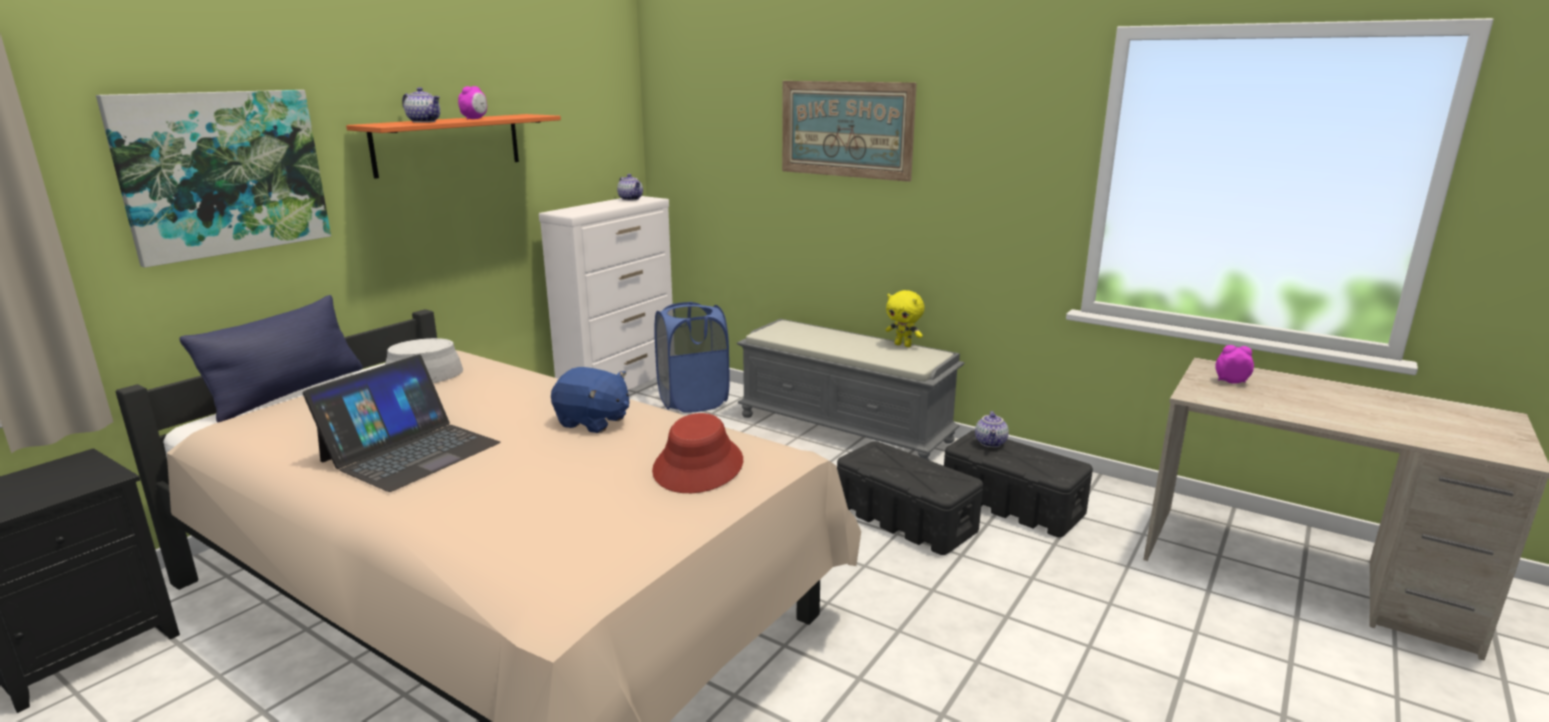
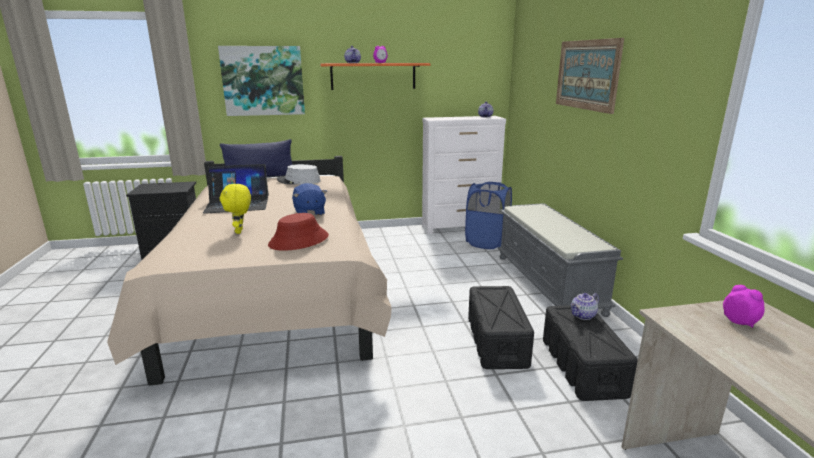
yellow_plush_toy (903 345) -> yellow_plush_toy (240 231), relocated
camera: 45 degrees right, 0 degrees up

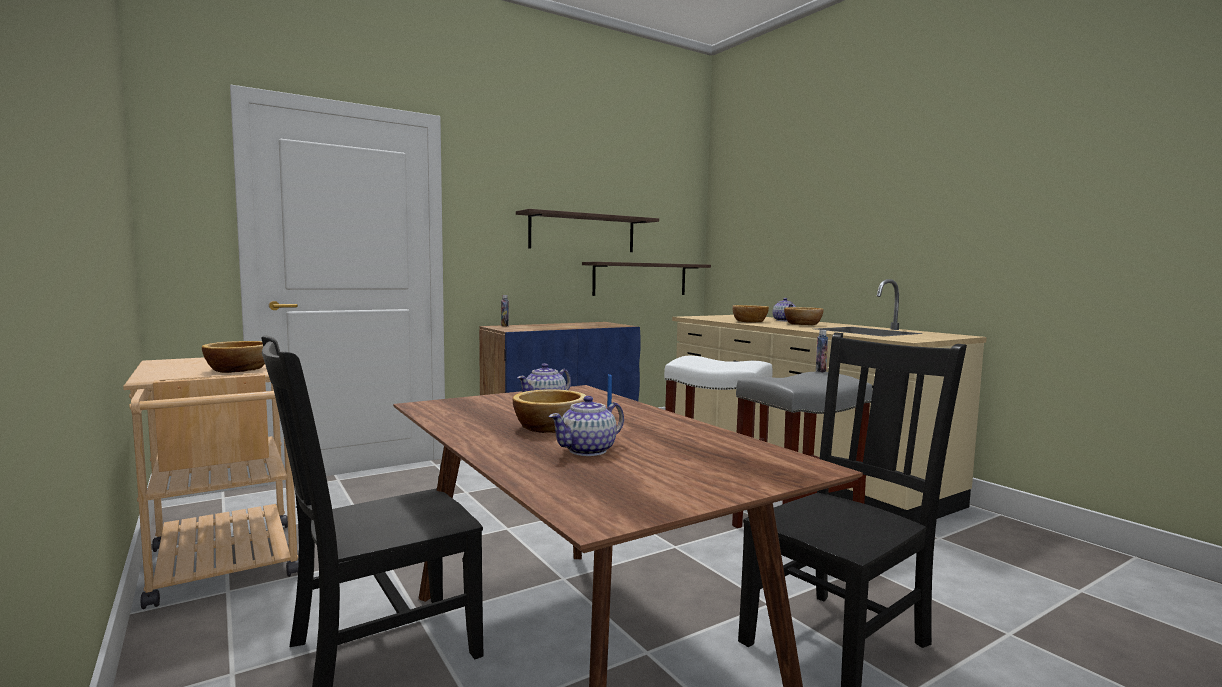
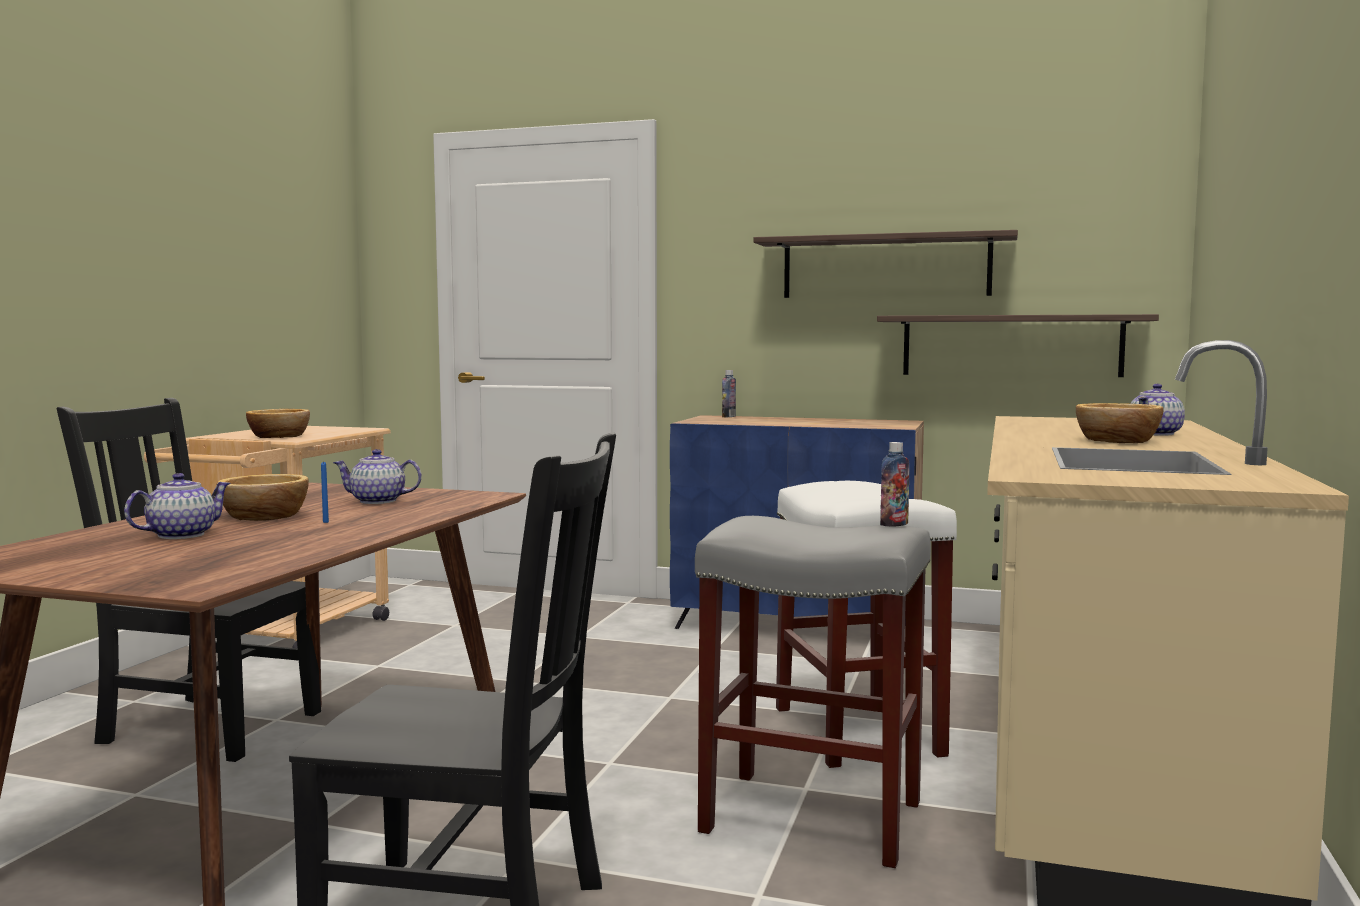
bowl (749 321) -> none
teapot (588 450) -> teapot (180 535), 120 degrees clockwise
camera: 50 degrees right, 0 degrees up

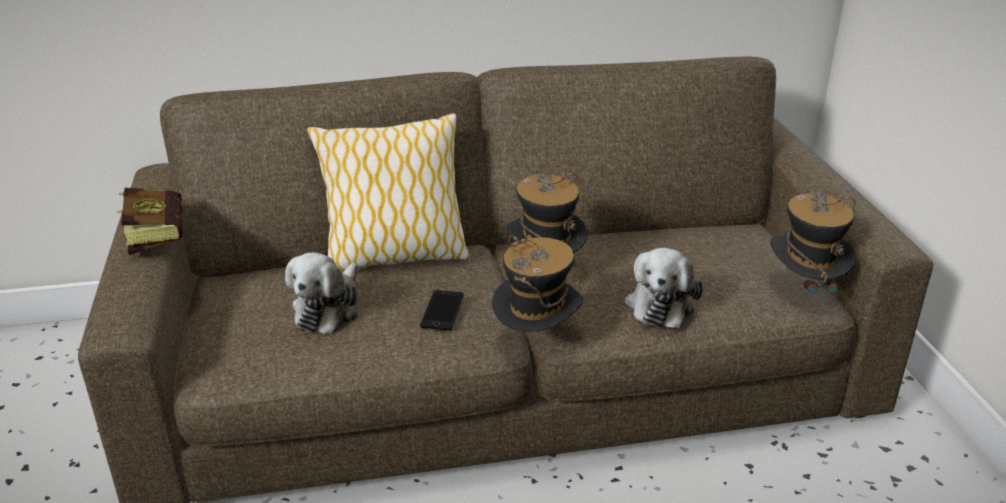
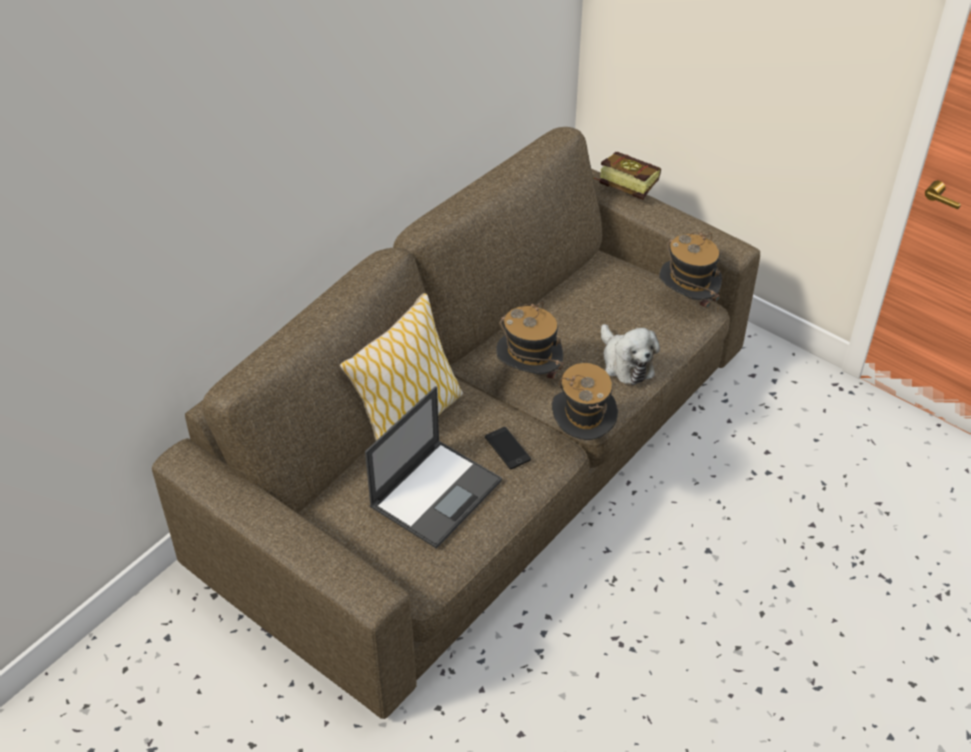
book (157 235) -> book (623 184), relocated
plush_toy (329 309) -> laptop (436 492)
camera: 40 degrees left, 15 degrees up

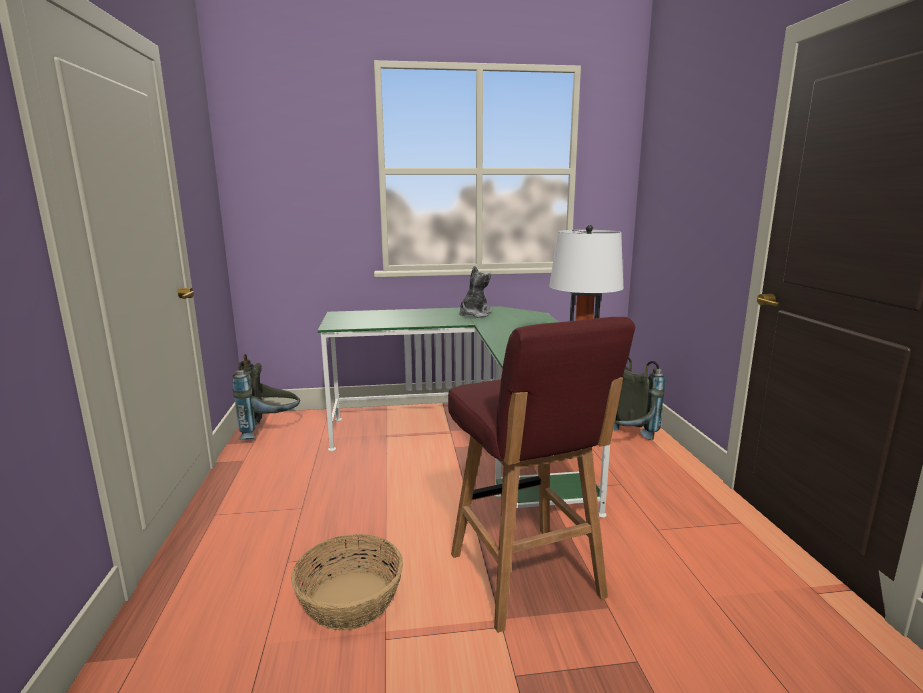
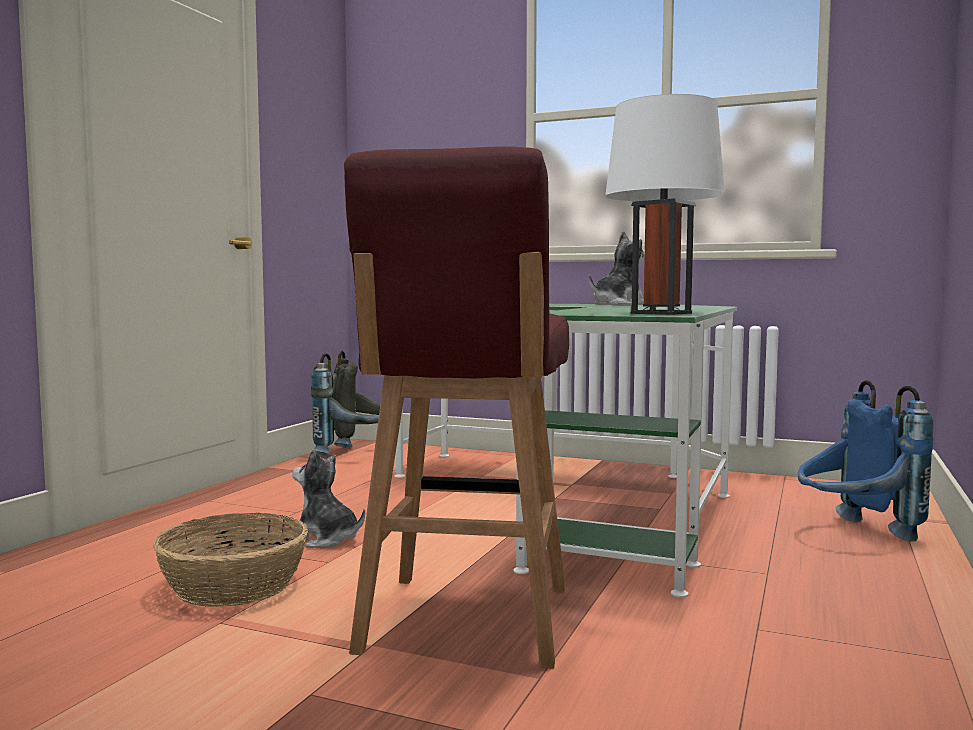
none -> plush_toy (325 539)
grey_backpack (626 440) -> blue_backpack (854 534)
camera: 30 degrees right, 10 degrees down

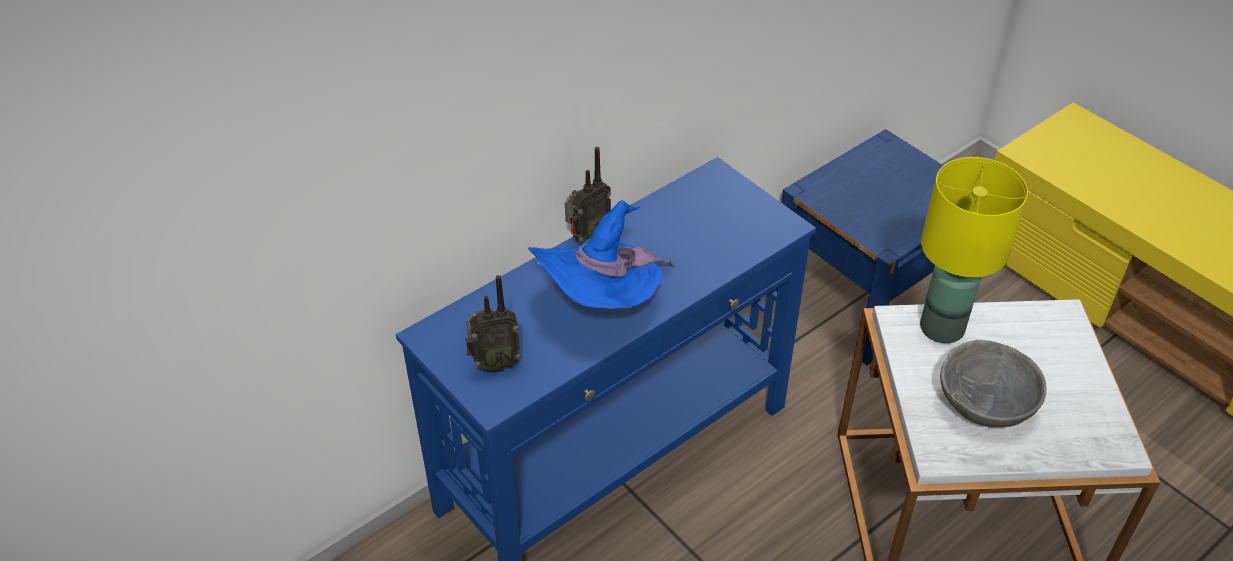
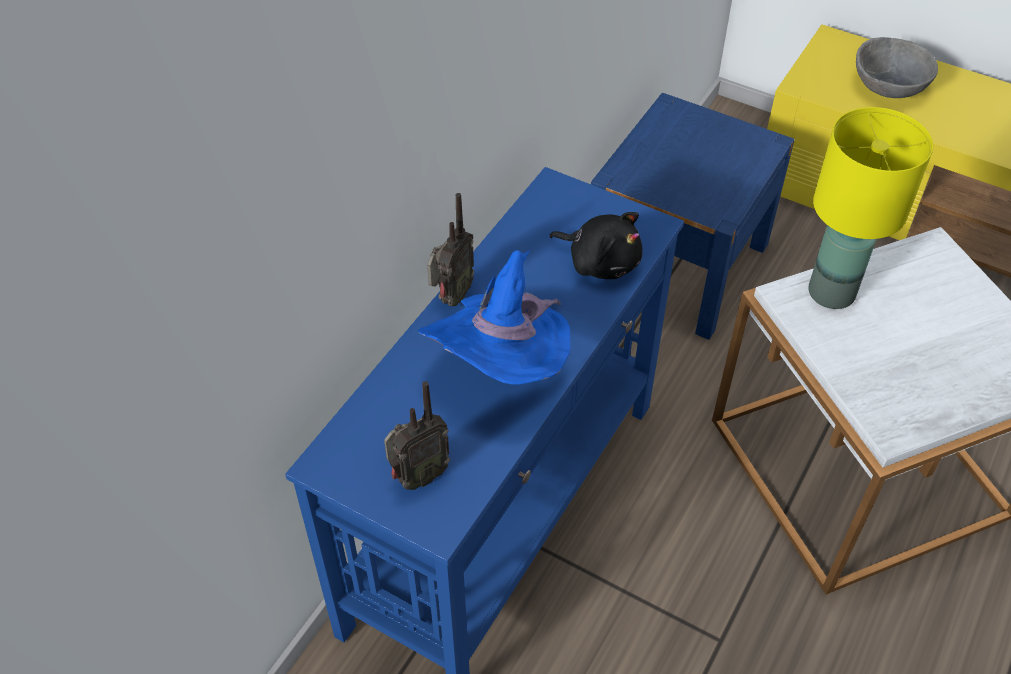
none -> black_plush_toy (600 262)
grey_bowl (985 402) -> grey_bowl (888 85), relocated
camera: 20 degrees left, 5 degrees up

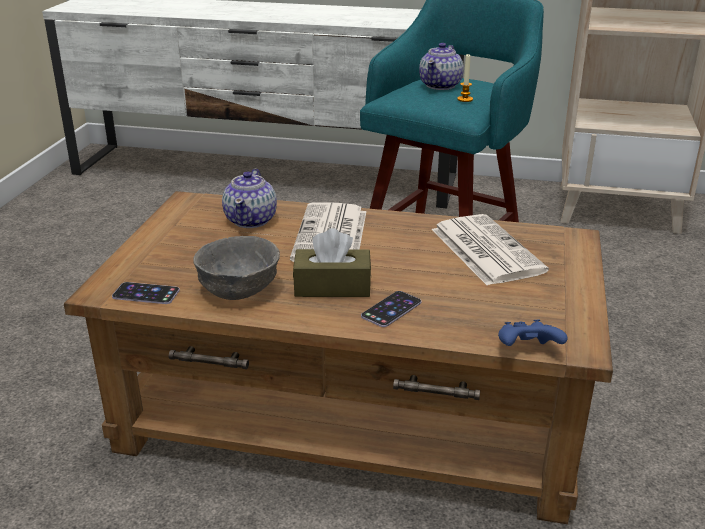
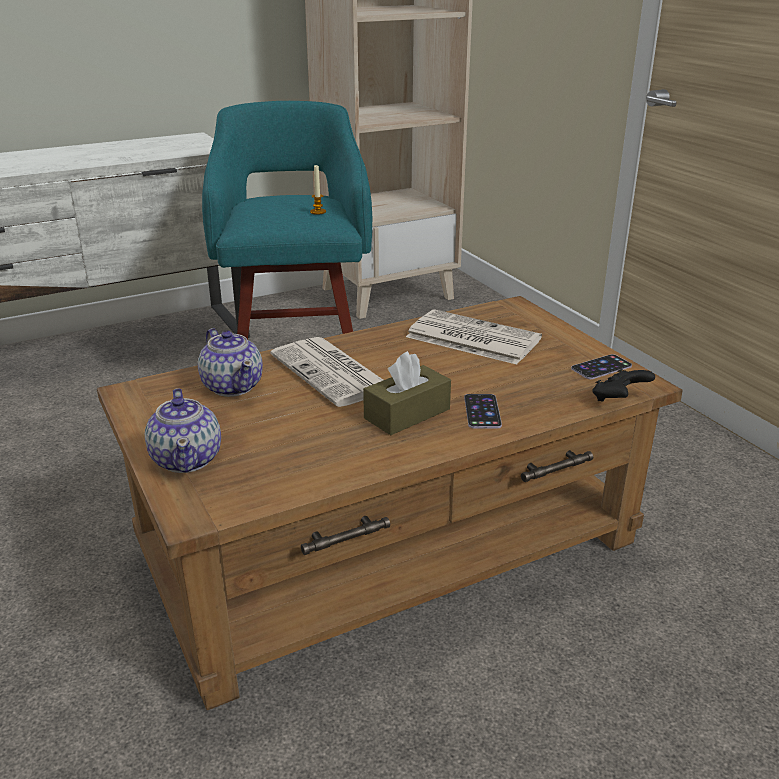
grey_bowl (239 290) -> none
phone (146 293) -> phone (601 367), relocated
teapot (441 85) -> teapot (187 459), relocated
blue_game_controller (527 351) -> black_game_controller (619 400)
camera: 40 degrees left, 0 degrees up

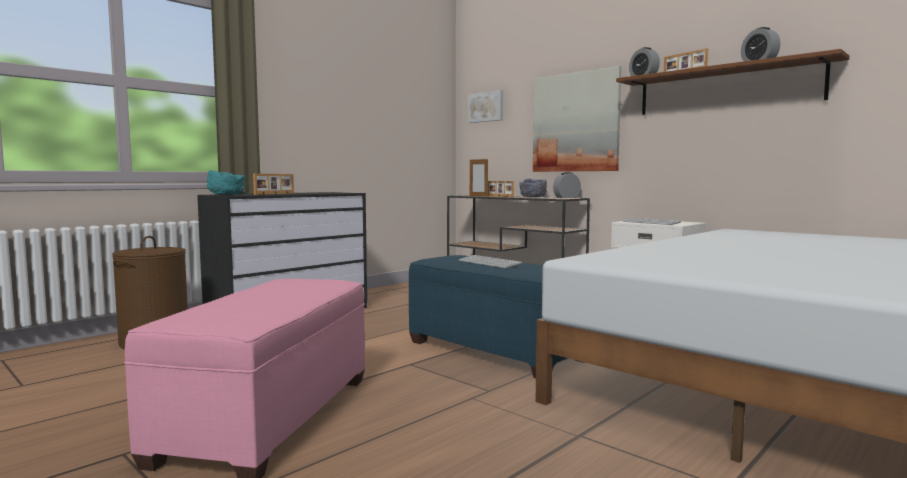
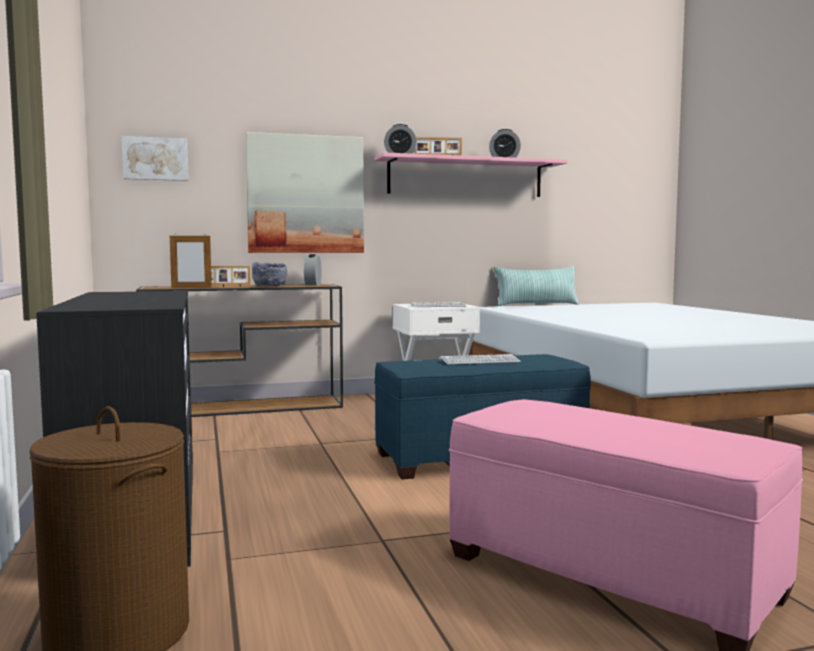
turquoise_bowl (226 194) -> none
picture_frame (275 194) -> none
none -> pillow (536 305)
brown_shelf (726 89) -> pink_shelf (465 177)
camera: 60 degrees left, 0 degrees up

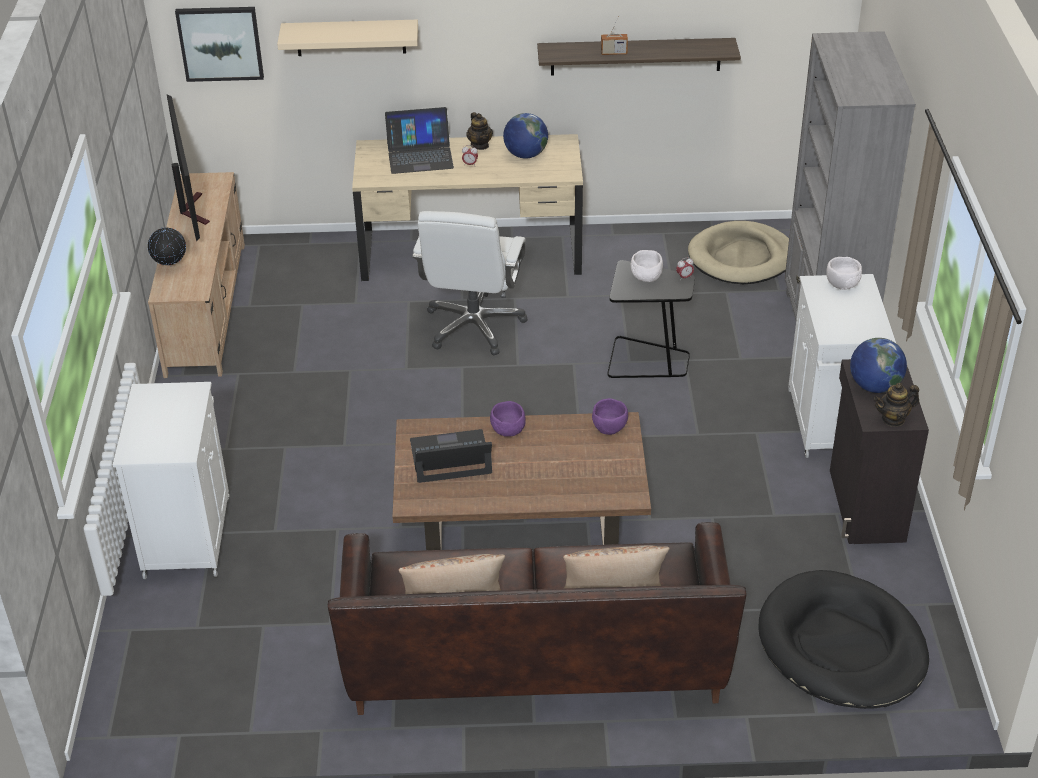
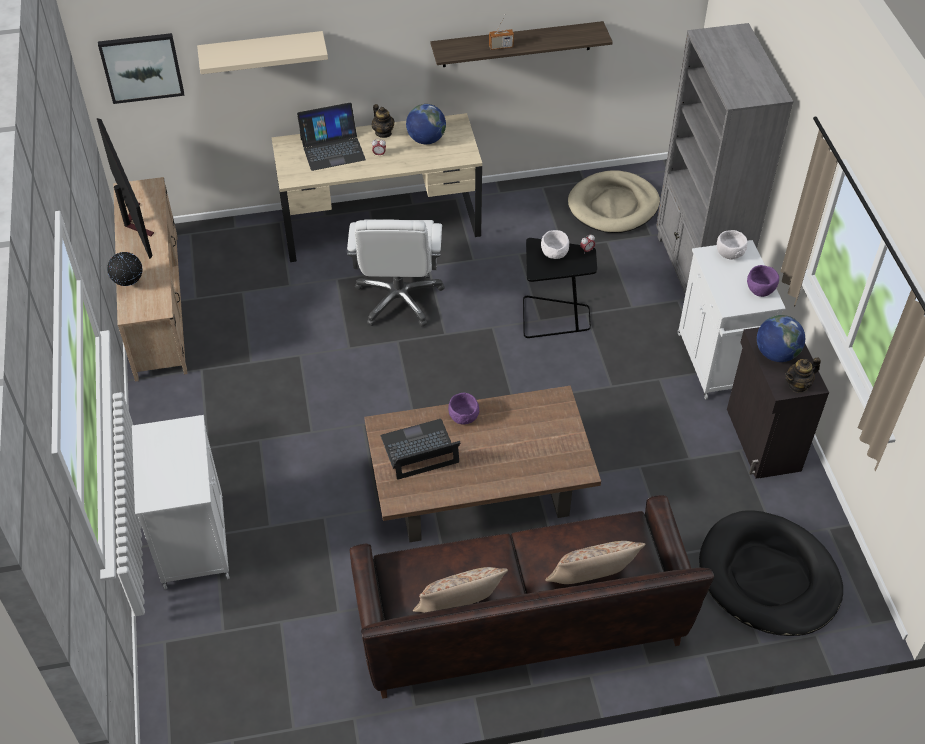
purple_bowl (609 427) -> purple_bowl (760 289), relocated
camera: 10 degrees left, 10 degrees up

